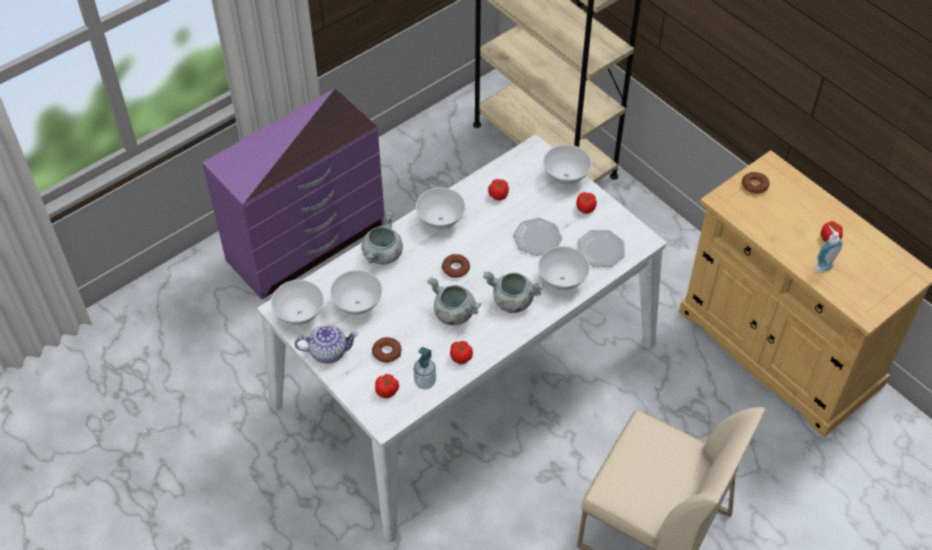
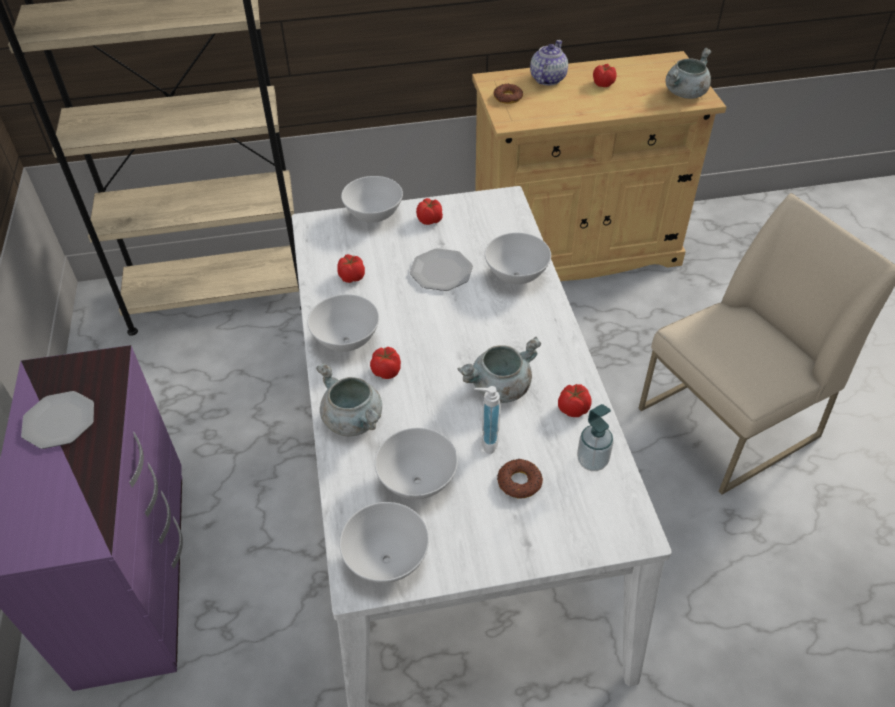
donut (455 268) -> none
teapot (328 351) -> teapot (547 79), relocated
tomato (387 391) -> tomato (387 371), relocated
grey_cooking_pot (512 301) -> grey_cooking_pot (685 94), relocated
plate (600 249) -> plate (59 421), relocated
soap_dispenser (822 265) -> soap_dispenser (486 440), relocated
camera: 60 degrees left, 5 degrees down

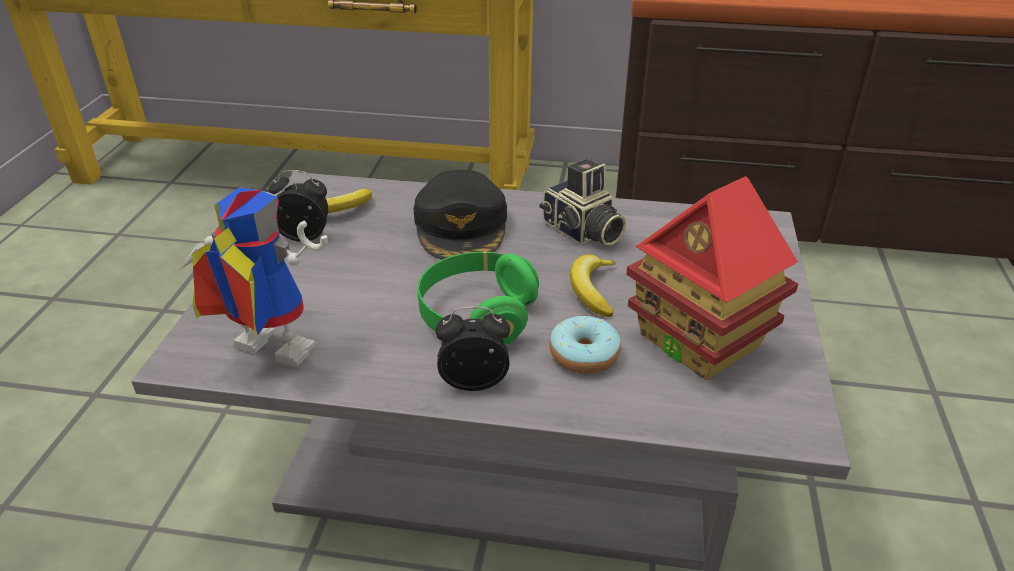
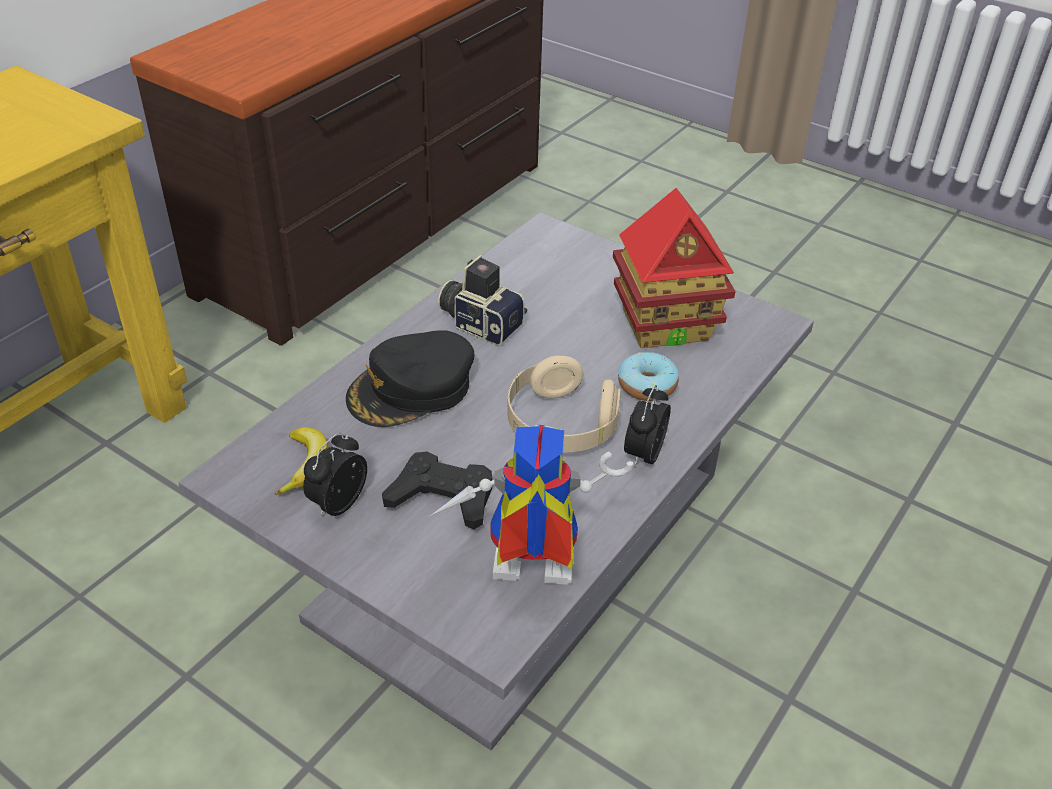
banana (592 290) -> none
none -> black_game_controller (442 497)
green_headphones (477 316) -> beige_headphones (560 425)
toy_robot (262 353) -> toy_robot (524 578), 45 degrees clockwise
black_cap (462 226) -> black_cap (412 389), 120 degrees clockwise
photo_camera (582 232) -> photo_camera (481 323), 135 degrees counterclockwise
camera: 65 degrees left, 5 degrees up

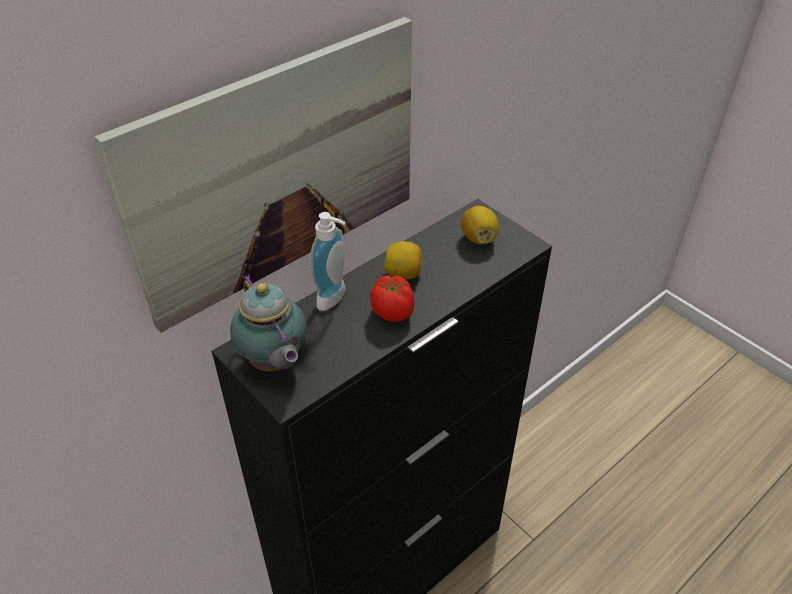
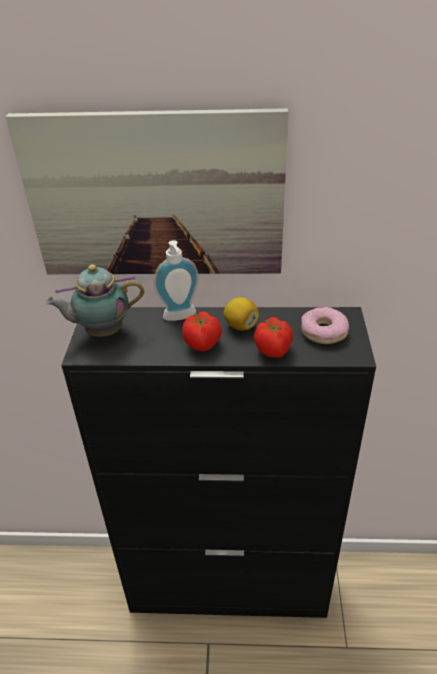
none -> tomato (273 350)
lemon (478 238) -> donut (324 331)
teapot (274 363) -> teapot (102 332), 60 degrees clockwise
camera: 45 degrees right, 5 degrees down

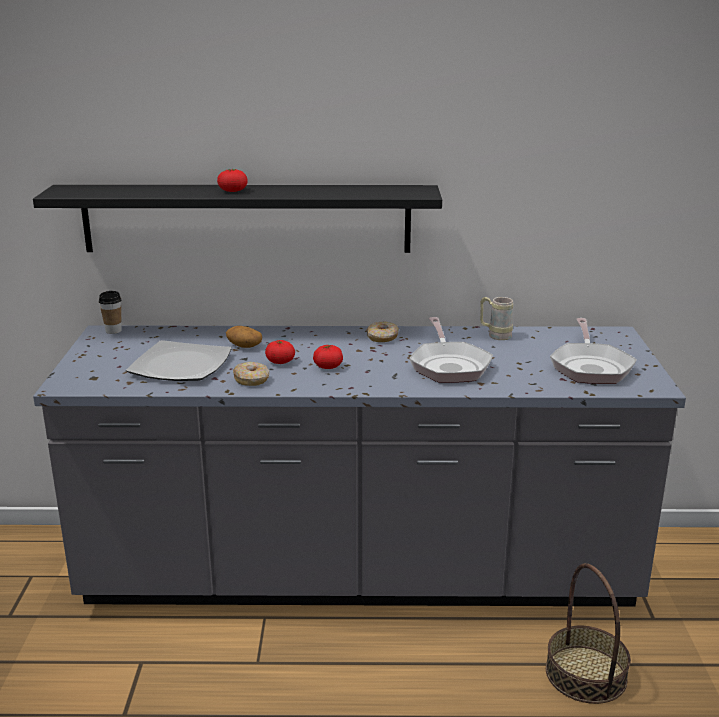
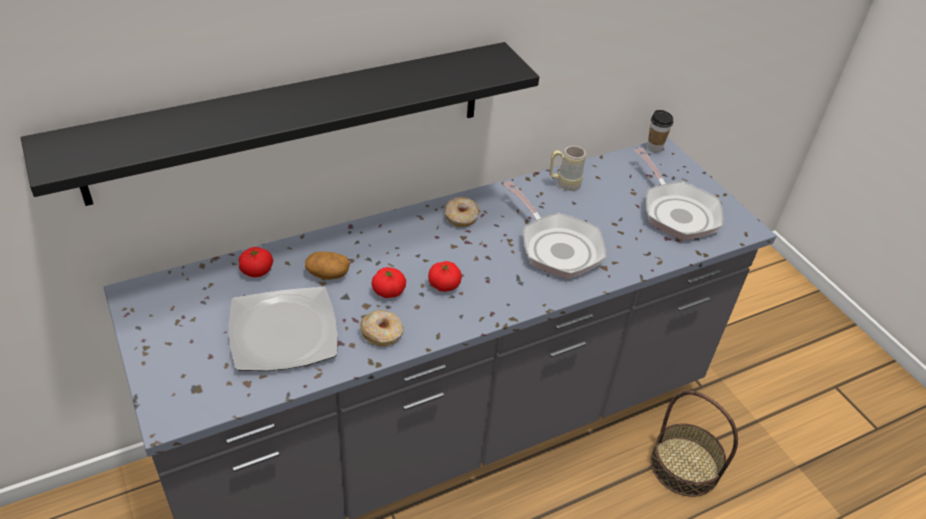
cup (113 331) -> cup (654 148), relocated
tomato (233 191) -> tomato (257 270), relocated
camera: 30 degrees left, 20 degrees up

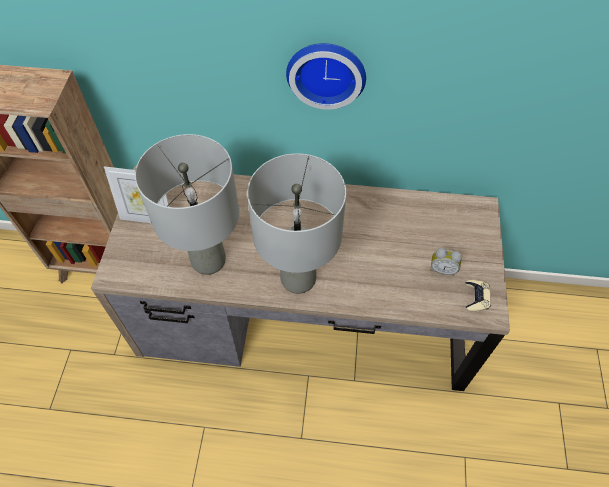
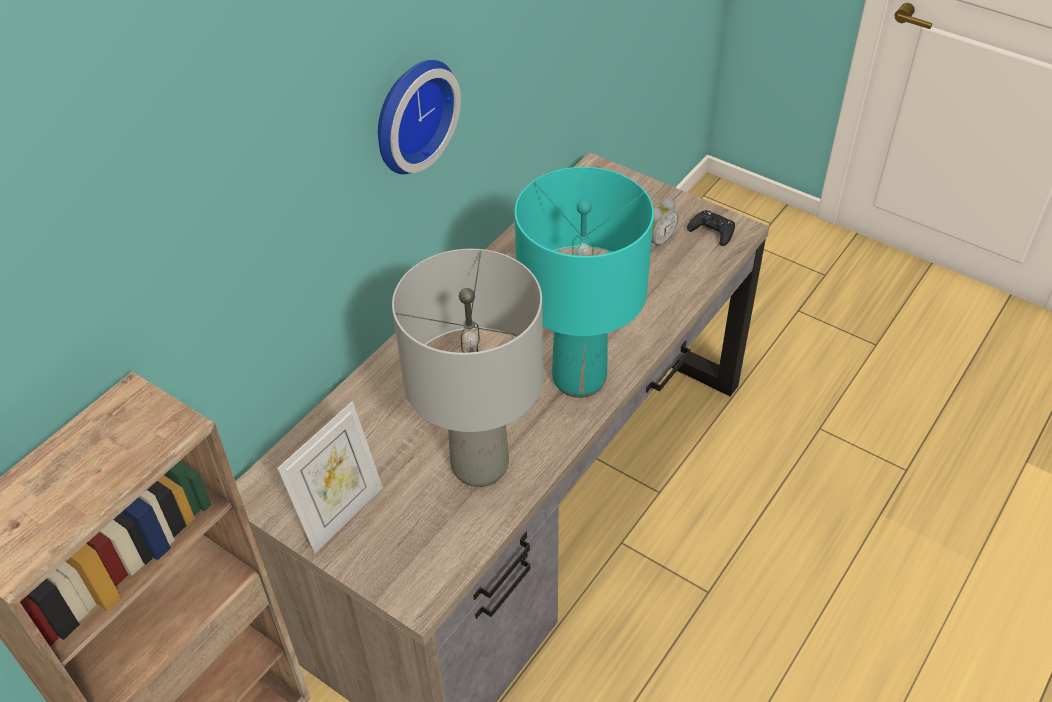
grey_table_lamp (297 279) -> turquoise_table_lamp (578 379)
beige_game_controller (476 297) -> black_game_controller (712 231)
camera: 60 degrees left, 10 degrees down

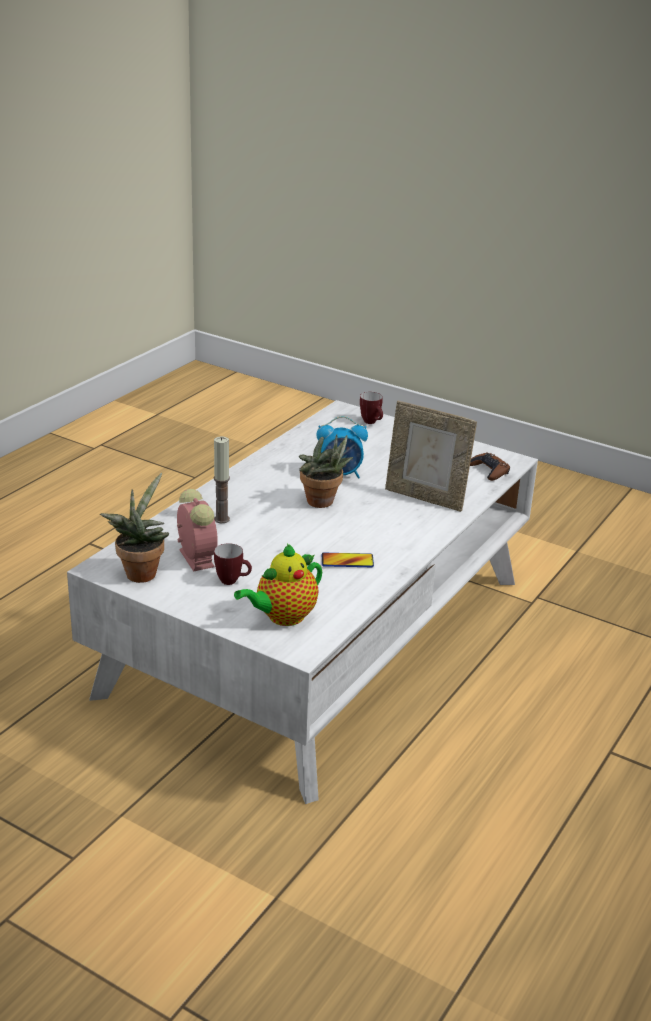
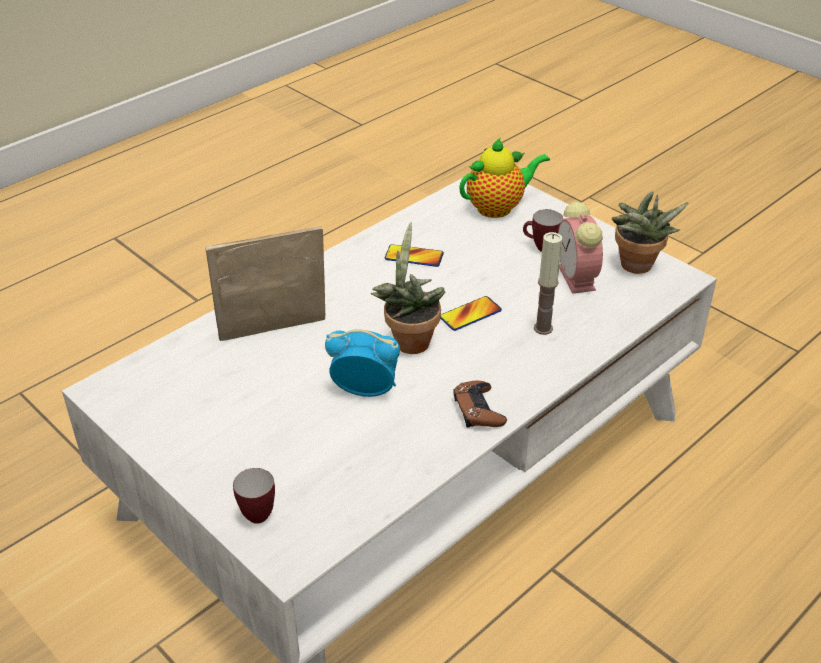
none -> phone (470 314)
brown_game_controller (489 471) -> brown_game_controller (478 410), relocated
picture_frame (425 498) -> picture_frame (274 334), 60 degrees counterclockwise
camera: 165 degrees left, 10 degrees up

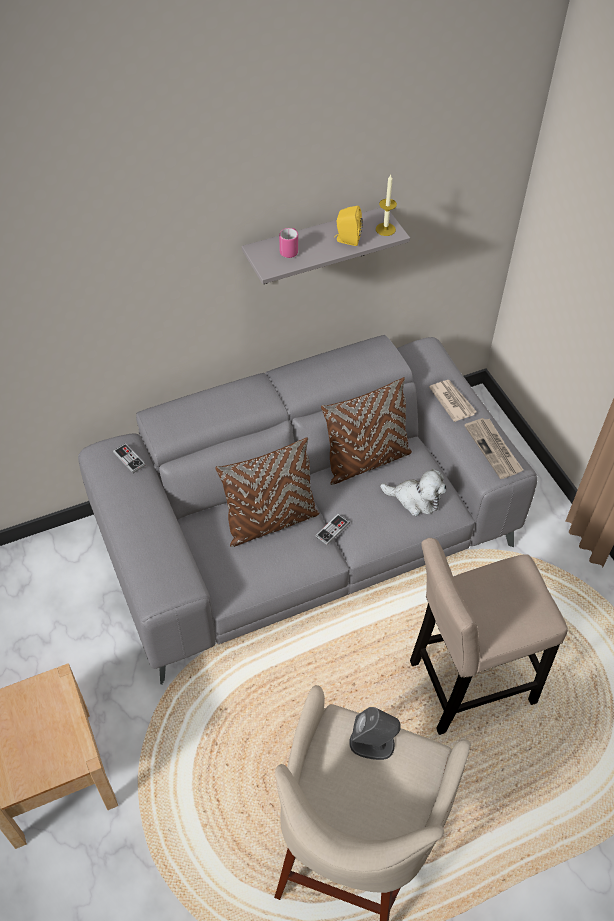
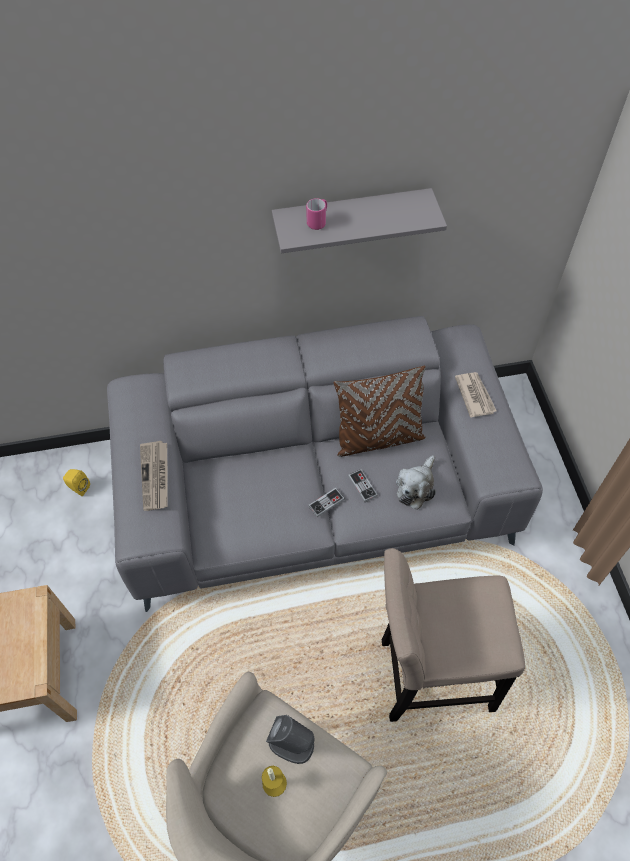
brown_pillow (270 521) -> none
game_controller (129 459) -> game_controller (362 486), relocated
yellow_speaker (347 240) -> yellow_speaker (78 488), relocated
candle (385 229) -> candle (274 783), relocated
newspaper (494 449) -> newspaper (156 477), relocated
plush_toy (415 499) -> plush_toy (416 487), 90 degrees clockwise
camera: 15 degrees right, 5 degrees up

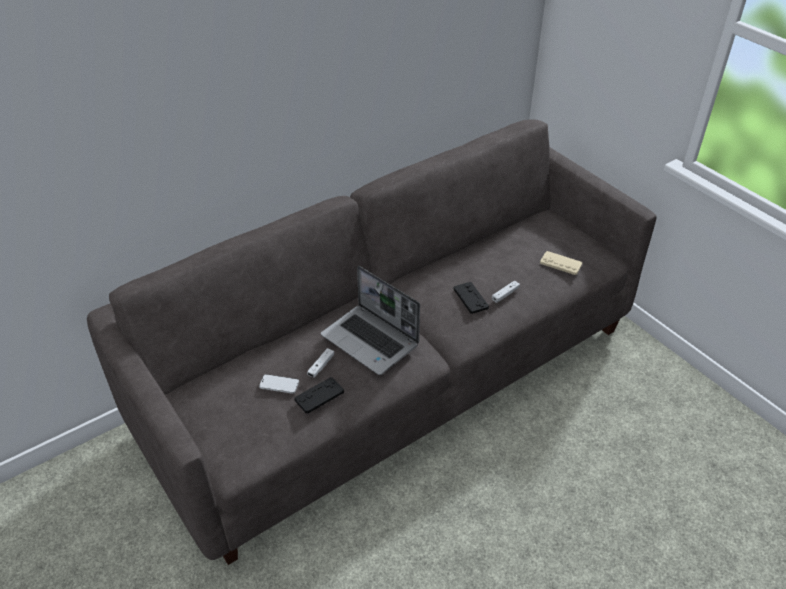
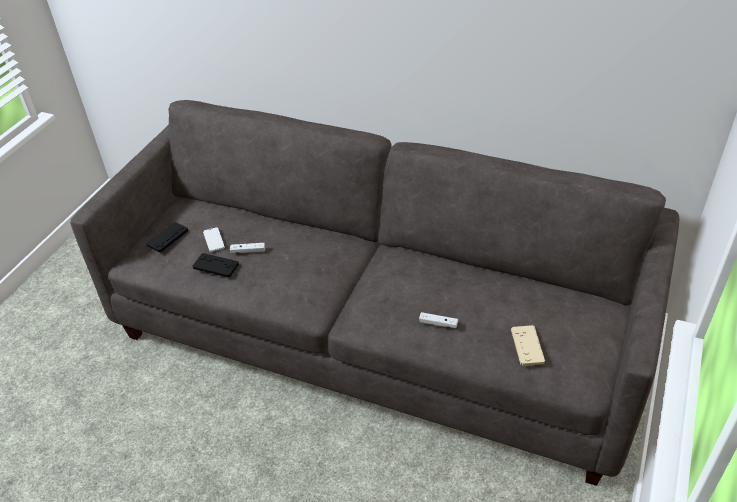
laptop (371 340) -> none
black_game_controller (470 298) -> black_game_controller (167 237), relocated
camera: 60 degrees right, 0 degrees up

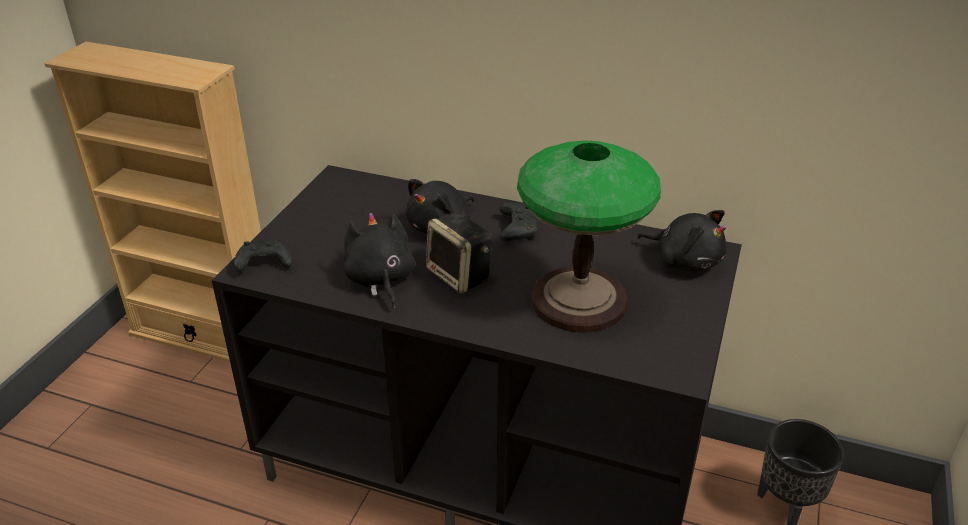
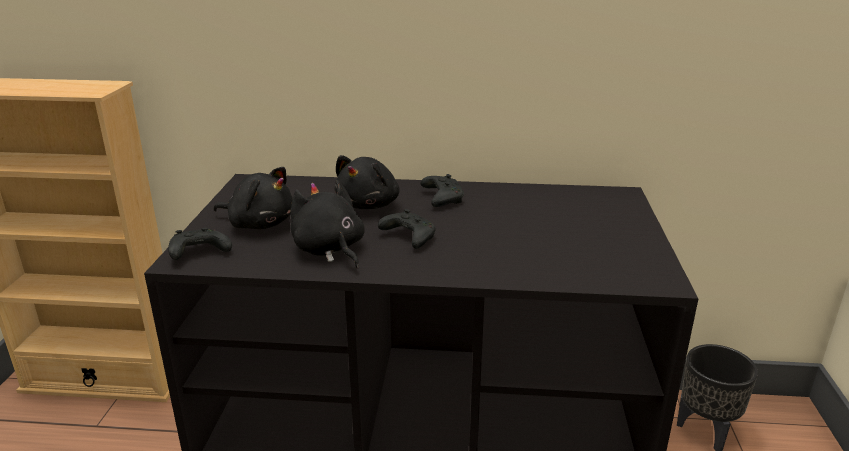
table_lamp (579 300) -> none
black_plush_toy (685 260) -> black_plush_toy (259 223), relocated
speaker (460 276) -> black_game_controller (408 237)
camera: 15 degrees left, 10 degrees down

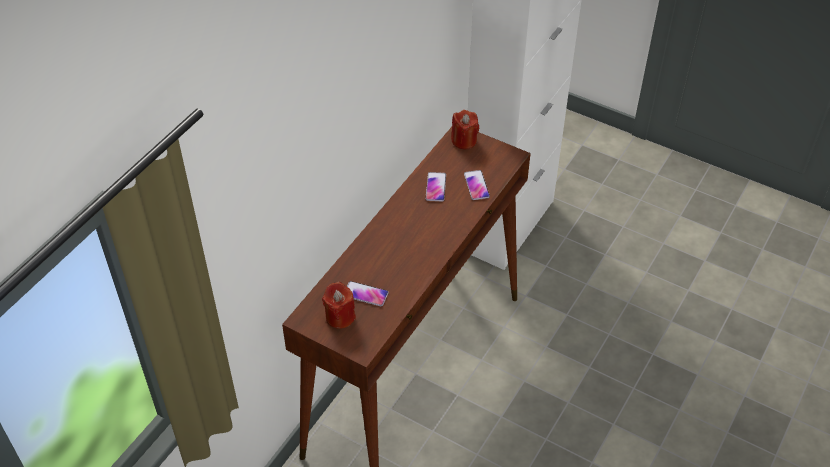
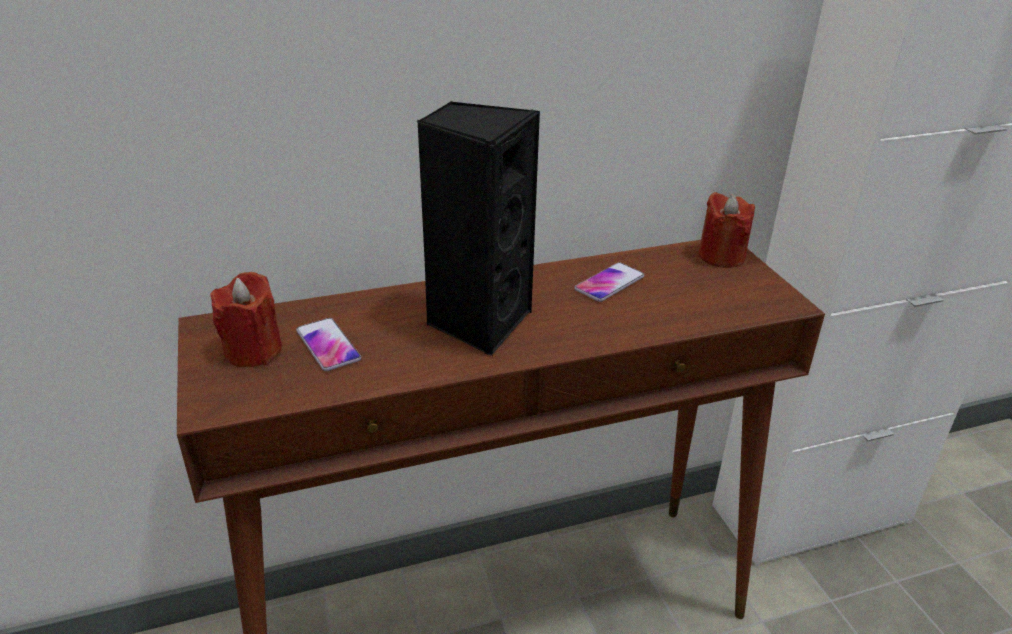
phone (476 185) -> none
none -> black_speaker (477 322)
camera: 40 degrees right, 15 degrees down

